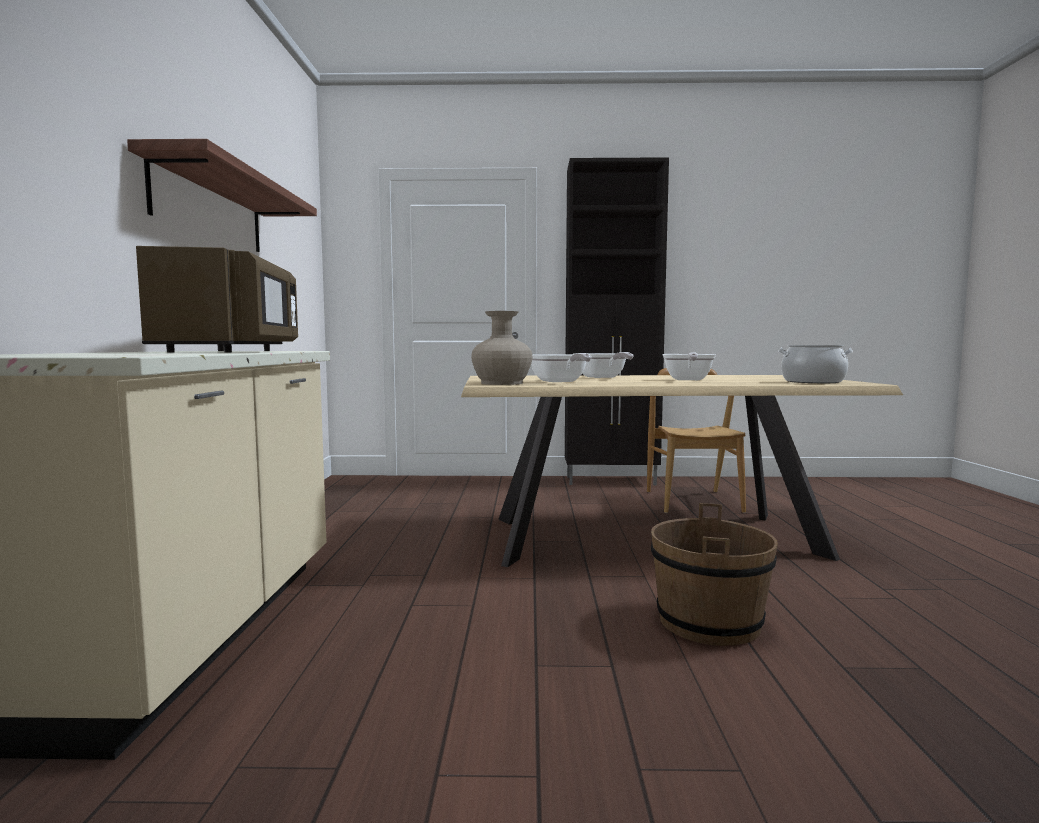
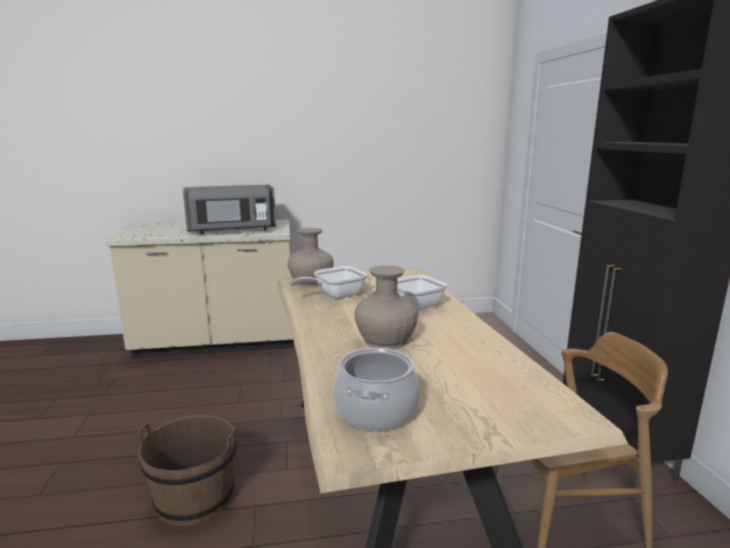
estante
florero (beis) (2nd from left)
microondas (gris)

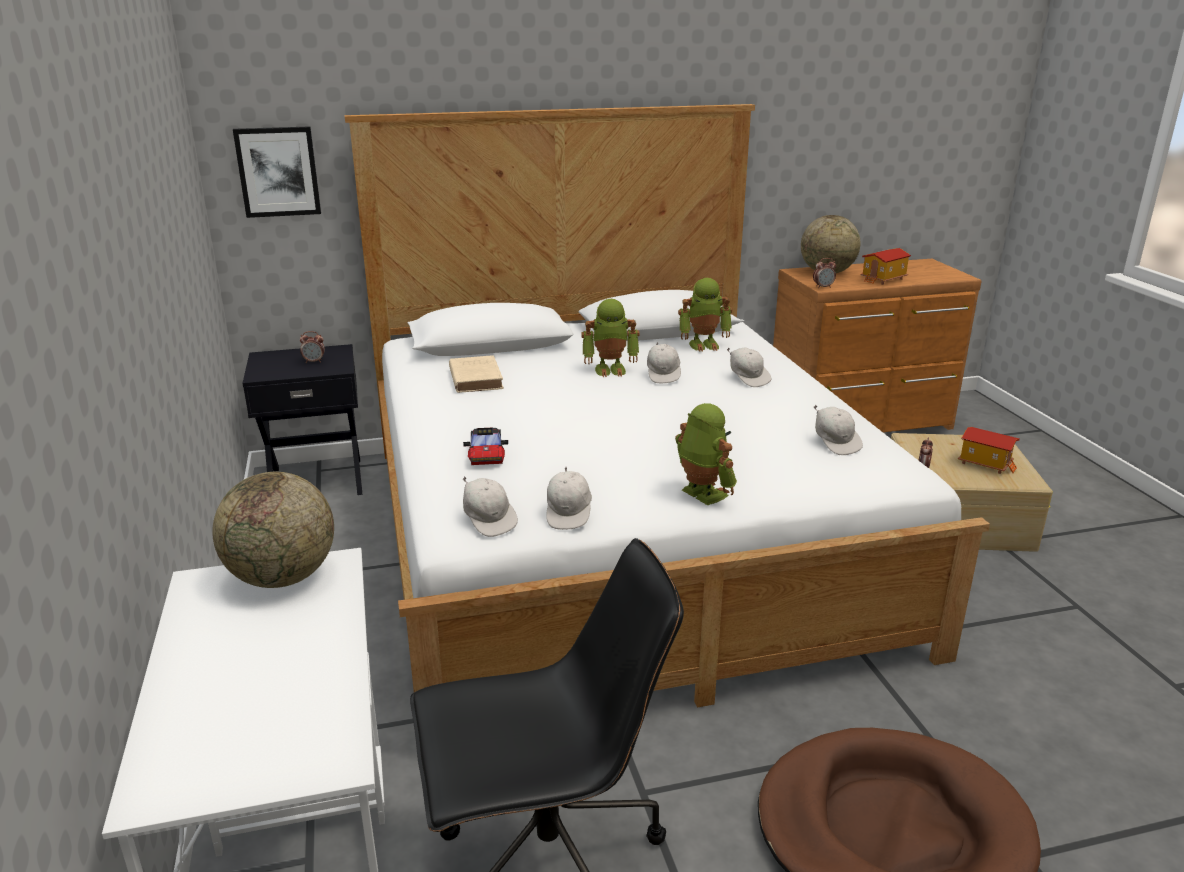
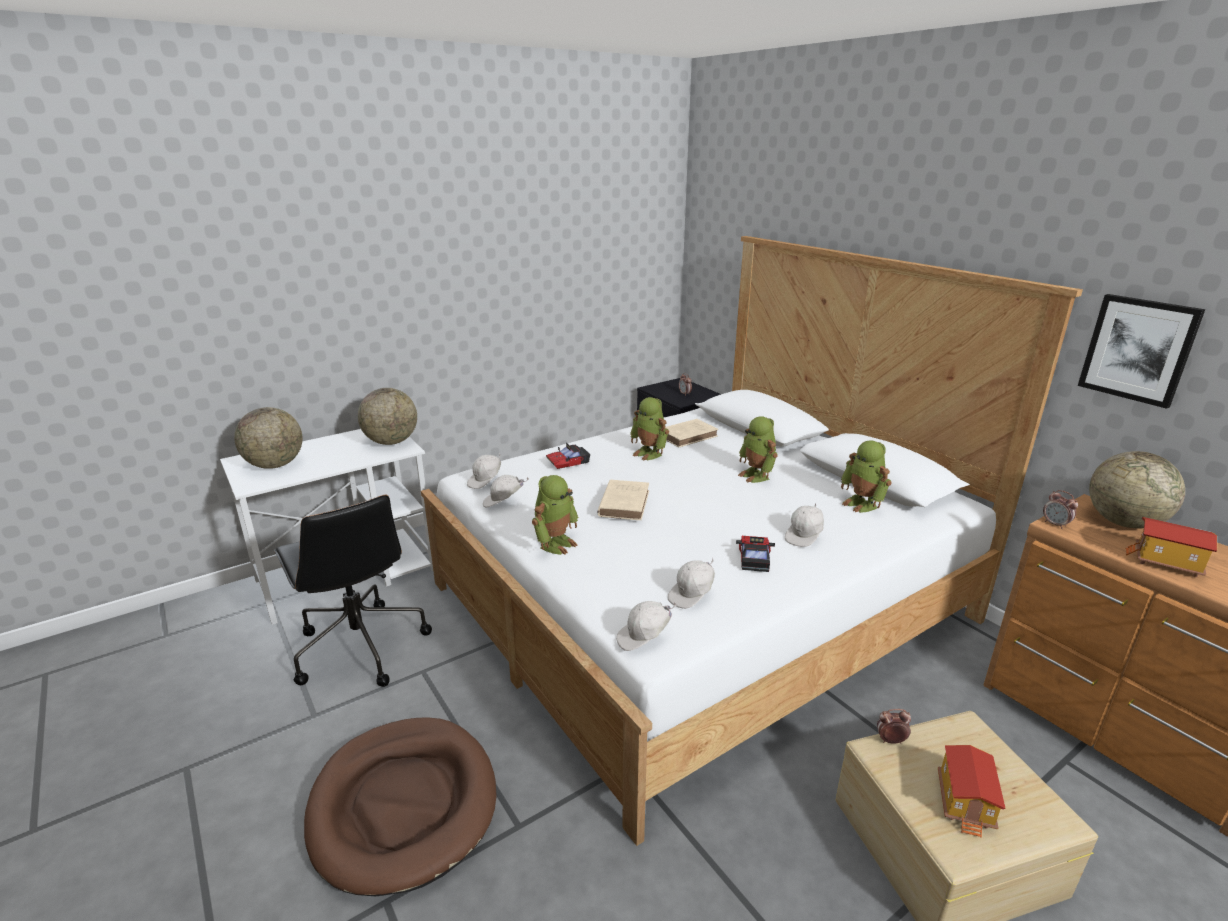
globo terráqueo (1st from left)
libro (beis) (1st from left)
robot de juguete (2nd from left)
coche de juguete (2nd from left)
cuadro
gorra (blanco) (3rd from left)

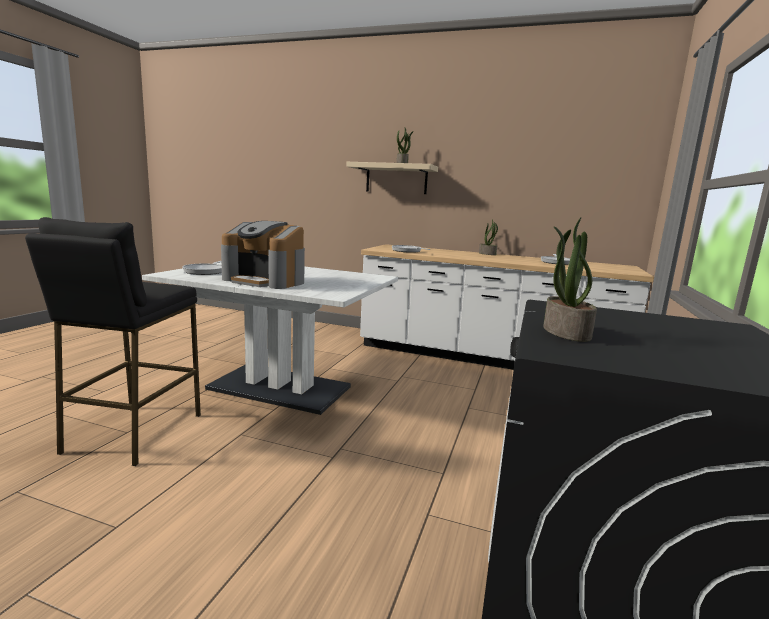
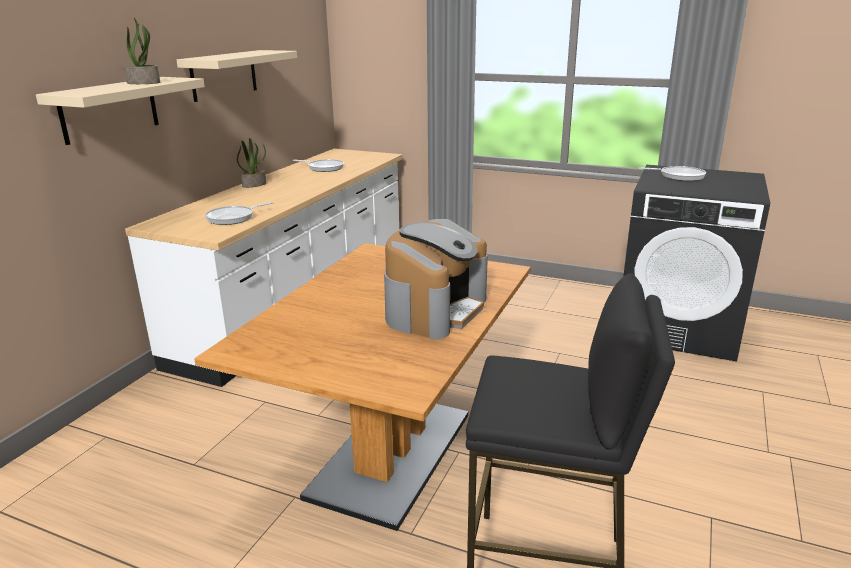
planta en maceta (3rd from left in the first image)
estante (beis) (2nd from left)
sartén (3rd from left)
mesa de comedor (marrón)

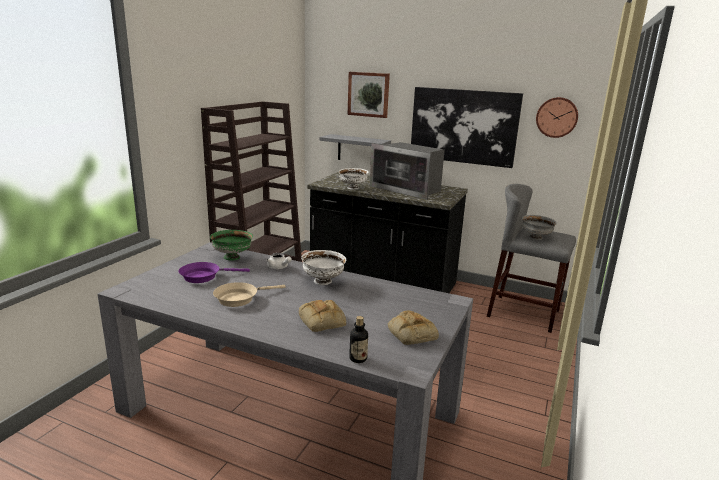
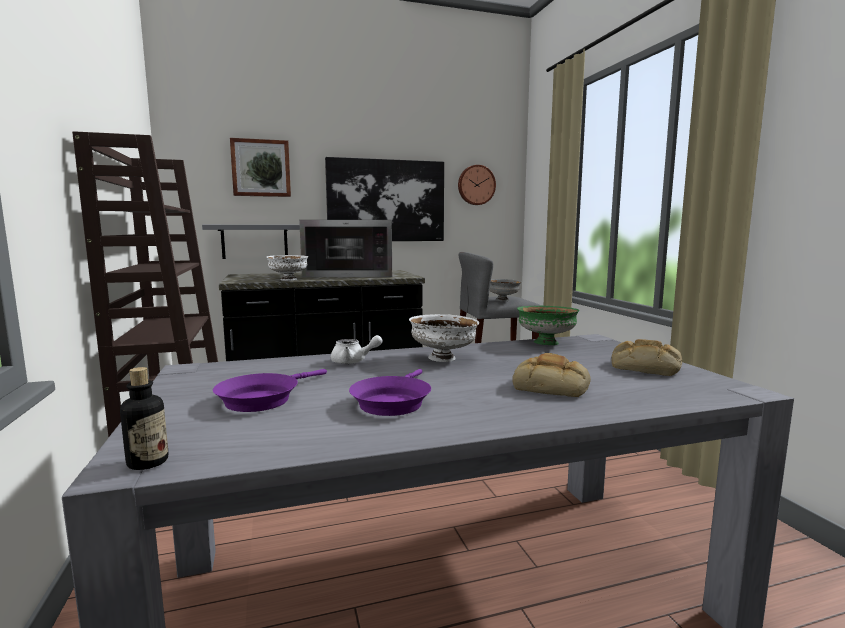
cuenco (verde)
botella
sartén (morado) (2nd from left)

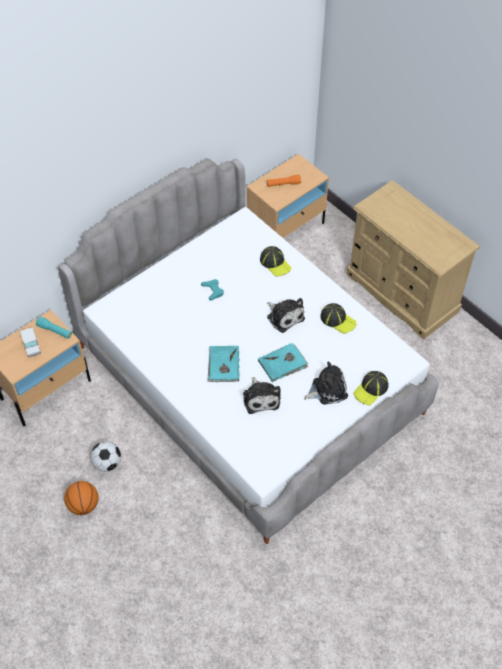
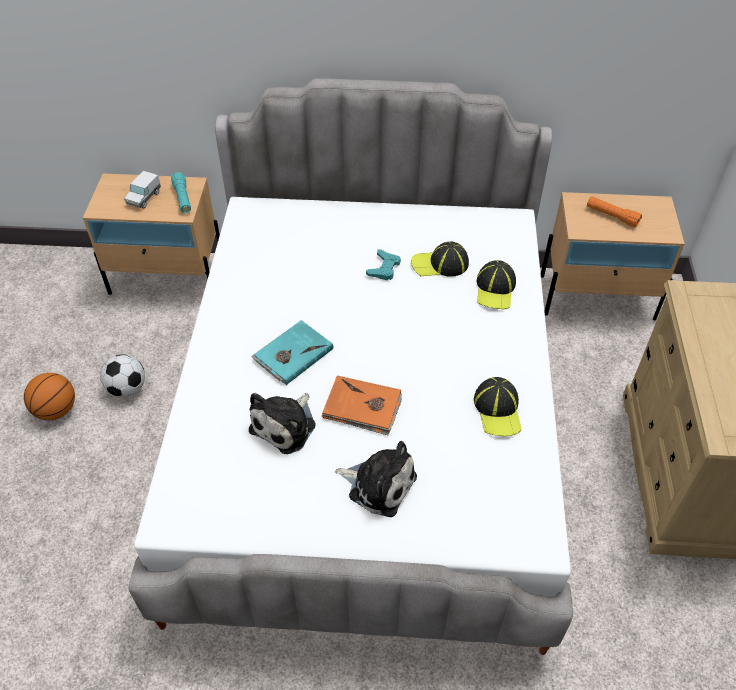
peluche (2nd from left in the first image)
gorra (1st from left)
libro (naranja)

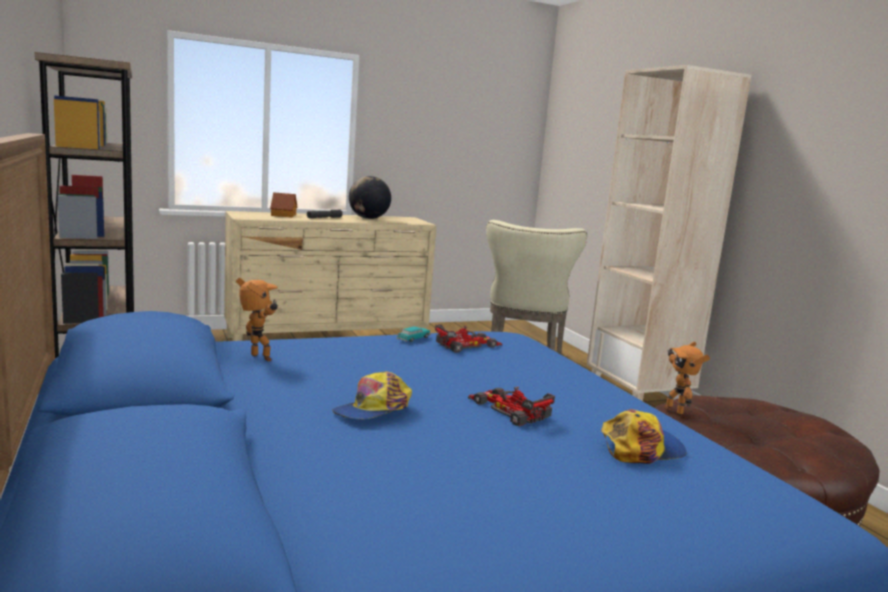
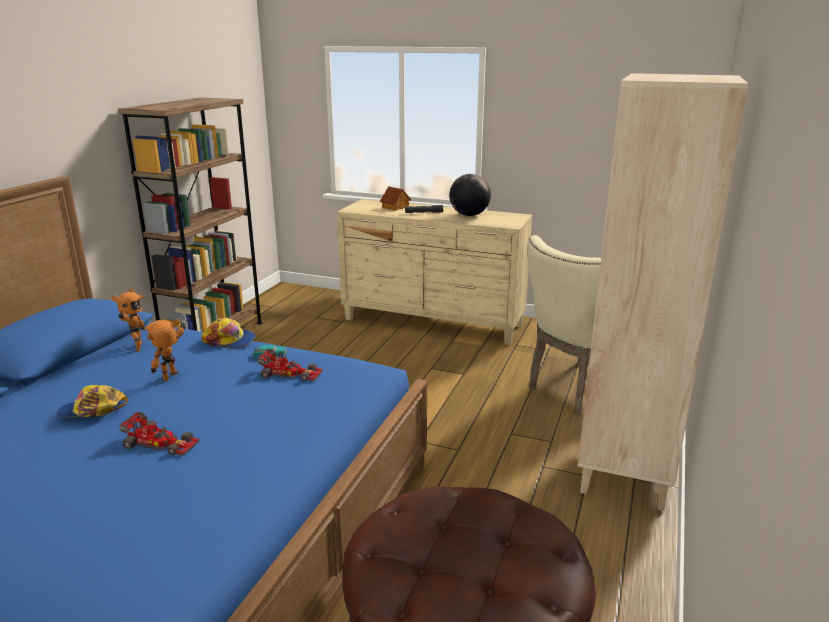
gorra (2nd from left)
robot de juguete (2nd from left)
coche de juguete (1st from left)

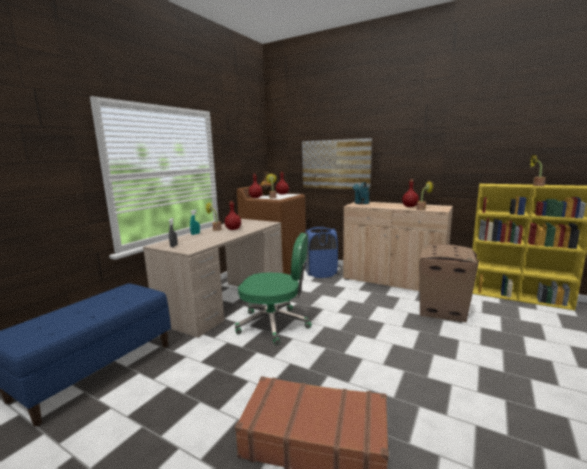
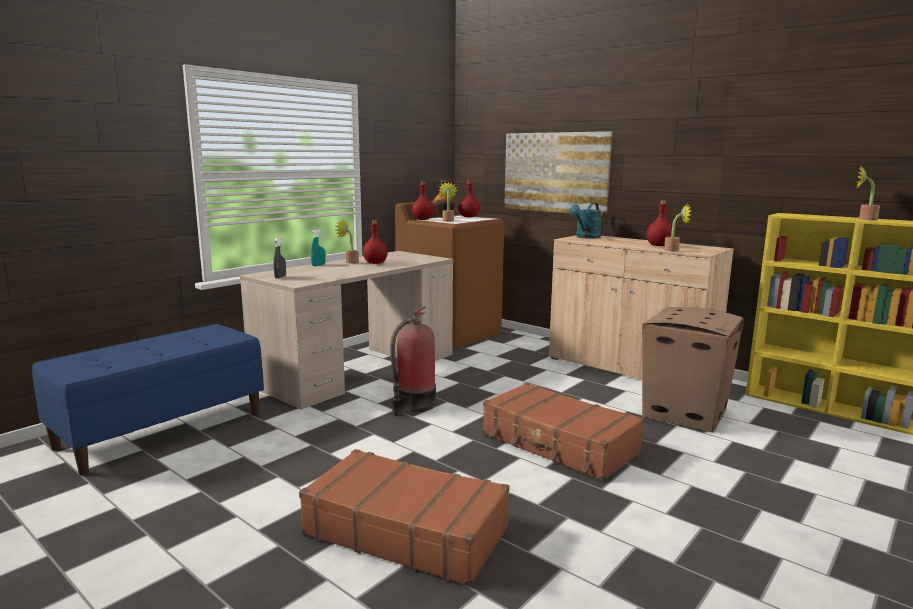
cesto de la ropa (azul)
maleta (marrón) (2nd from left)
extintor

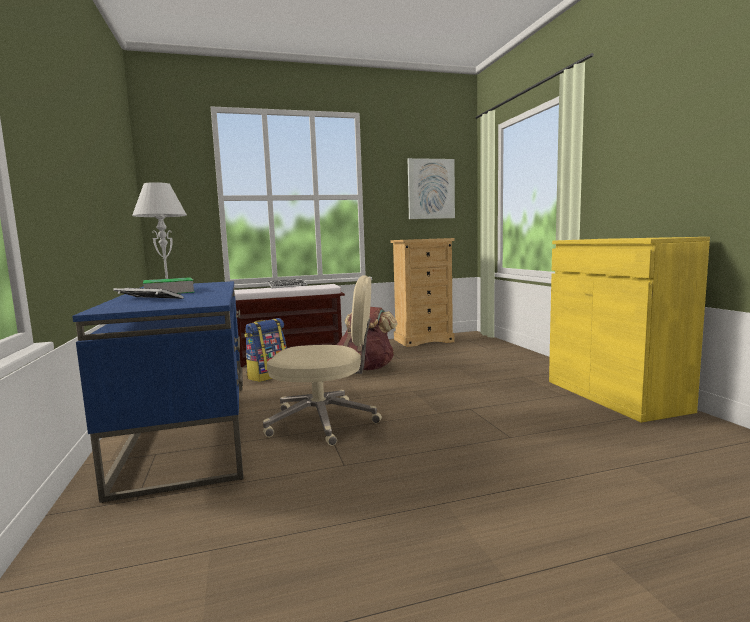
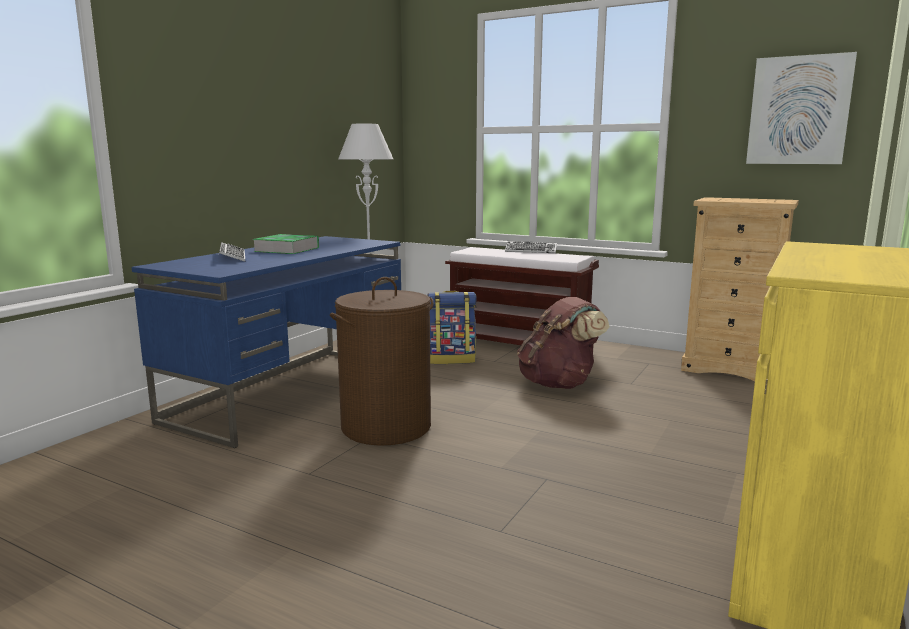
cesto de la ropa (marrón)

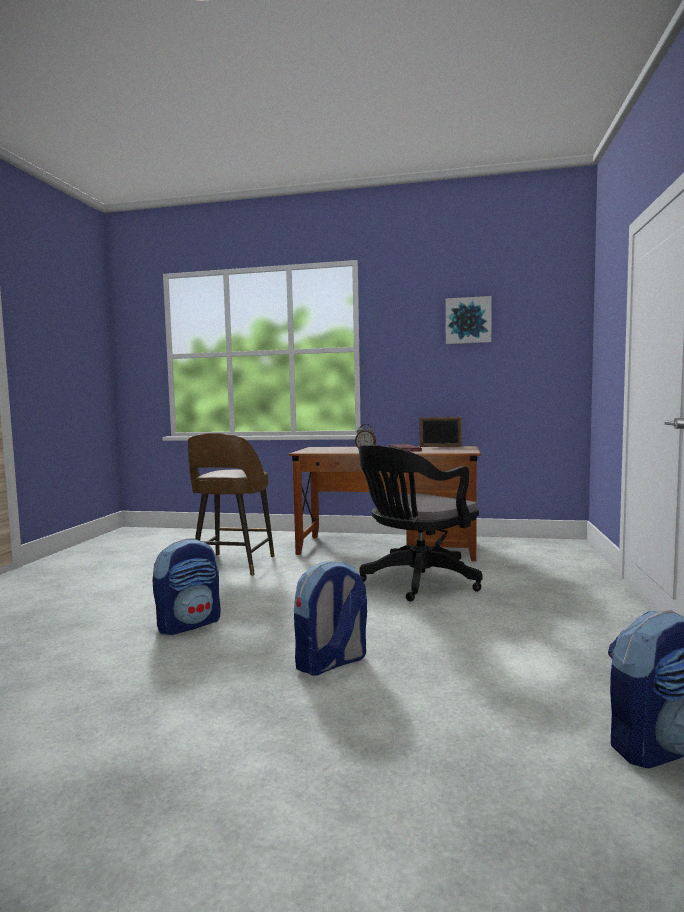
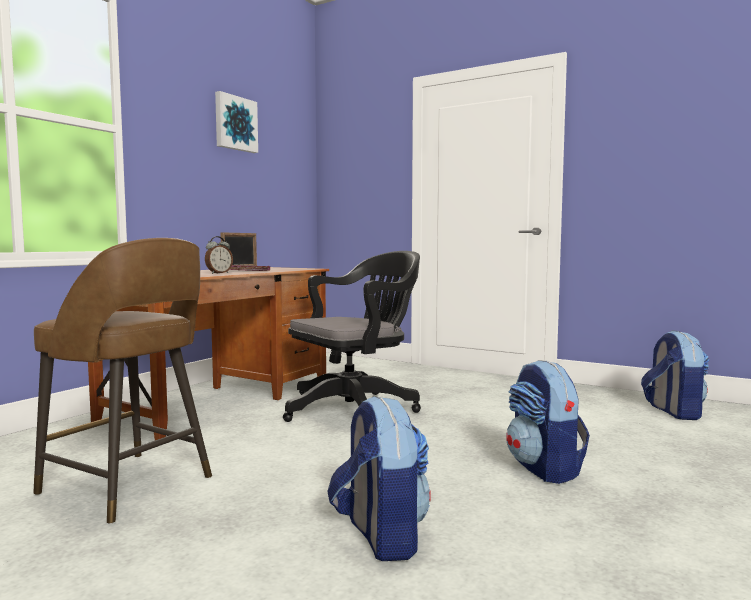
silla de oficina (negro)

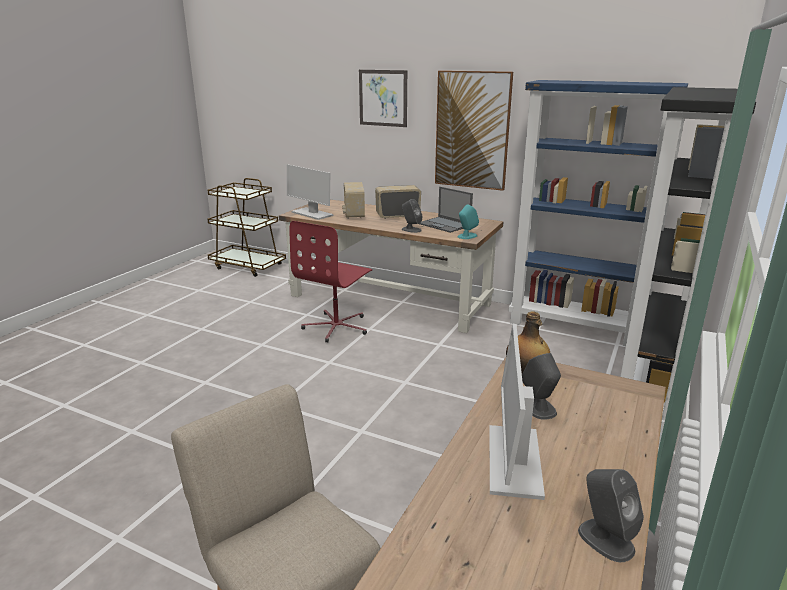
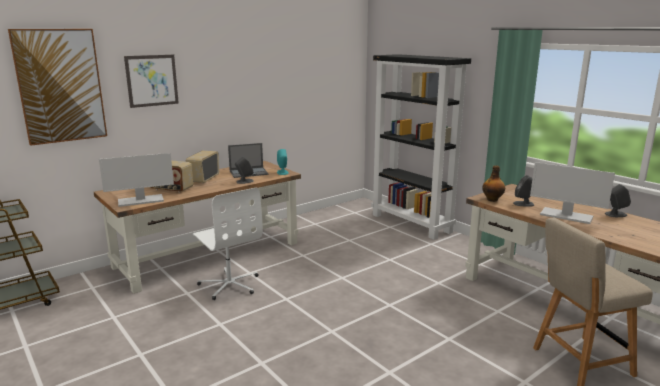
estantería (azul)
cuadro (1st from left)
silla de oficina (blanco)

